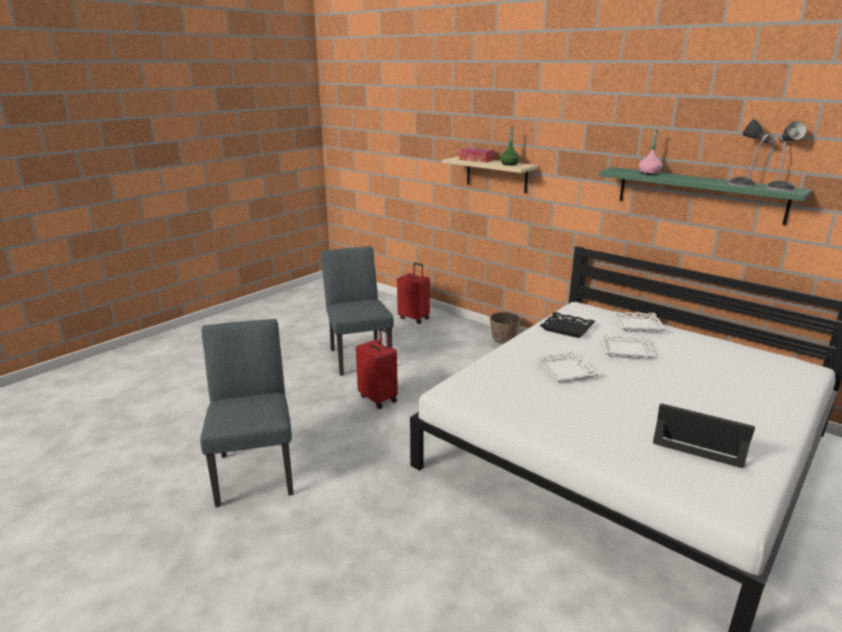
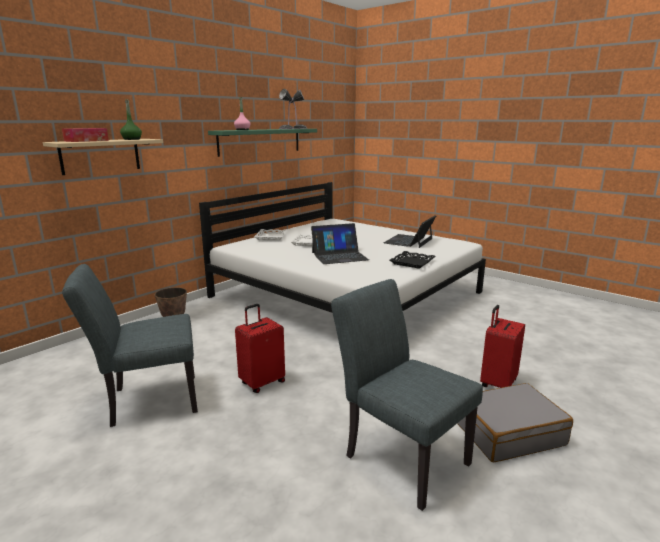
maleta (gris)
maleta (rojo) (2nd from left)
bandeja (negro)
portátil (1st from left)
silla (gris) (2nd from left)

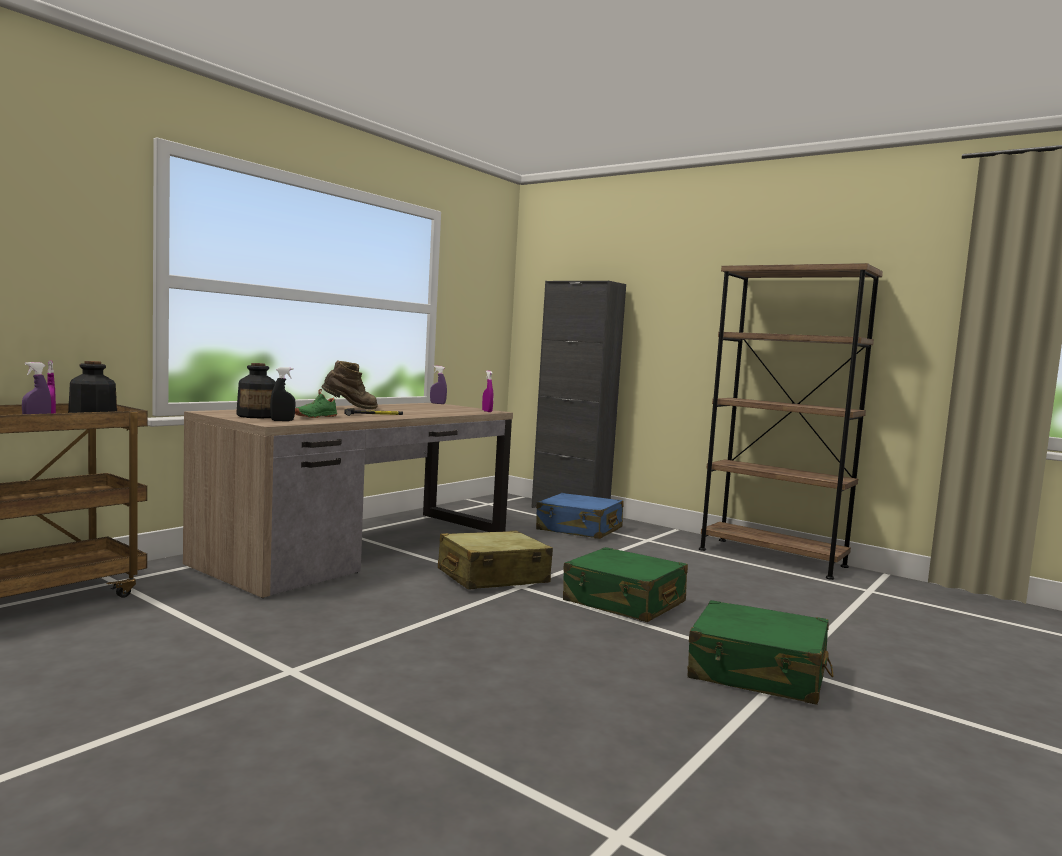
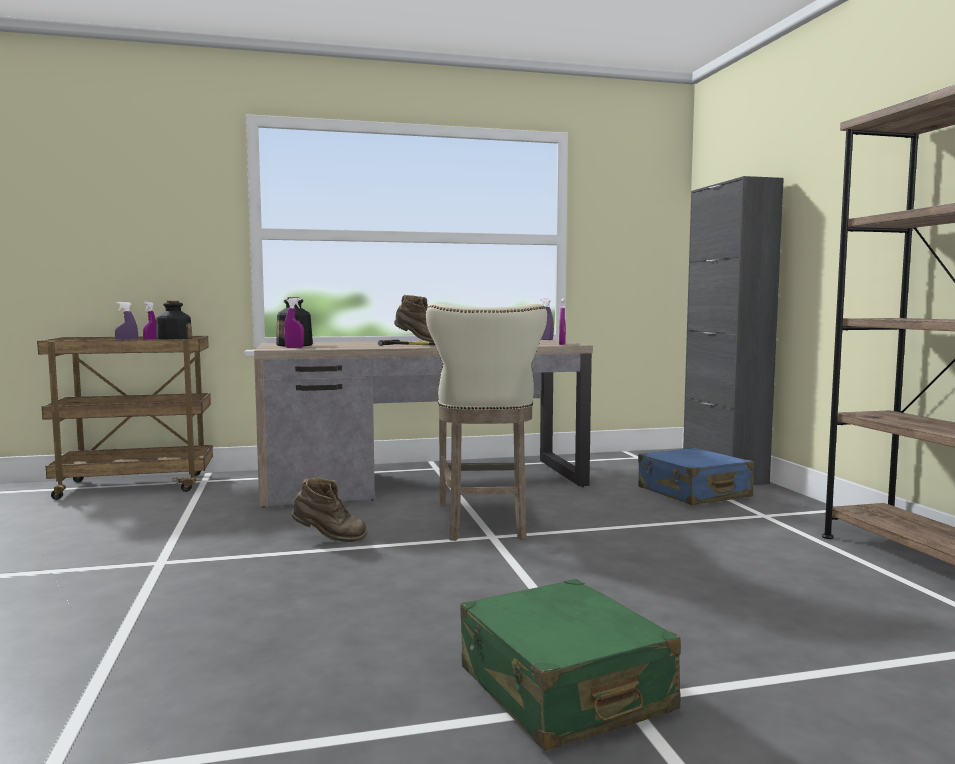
zapato (verde)
maleta (verde) (1st from left in the first image)
bota (marrón) (1st from left)
taburete (beis)
pulverizador (morado) (3rd from left)

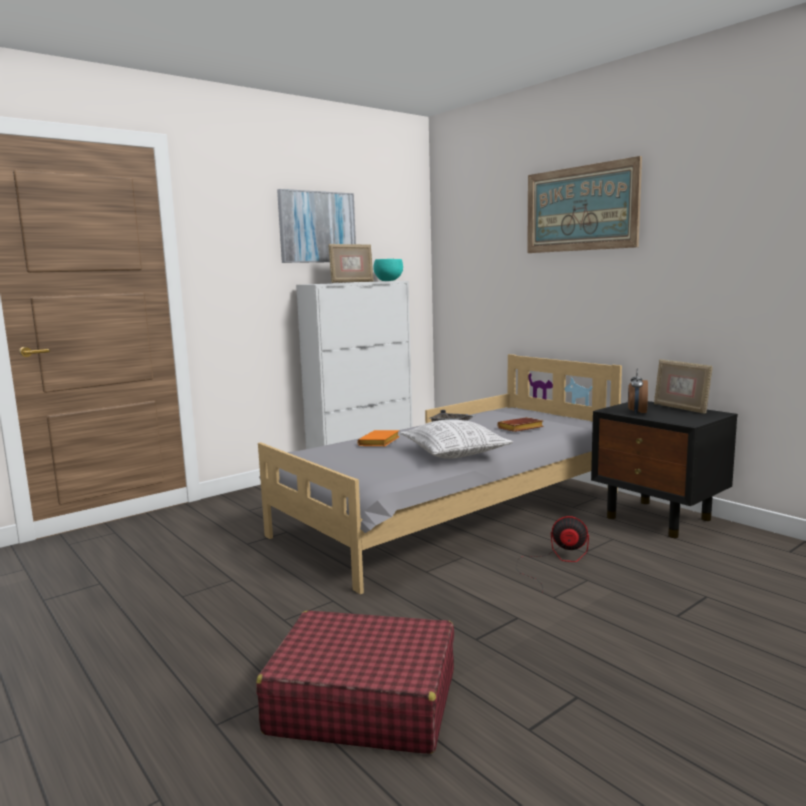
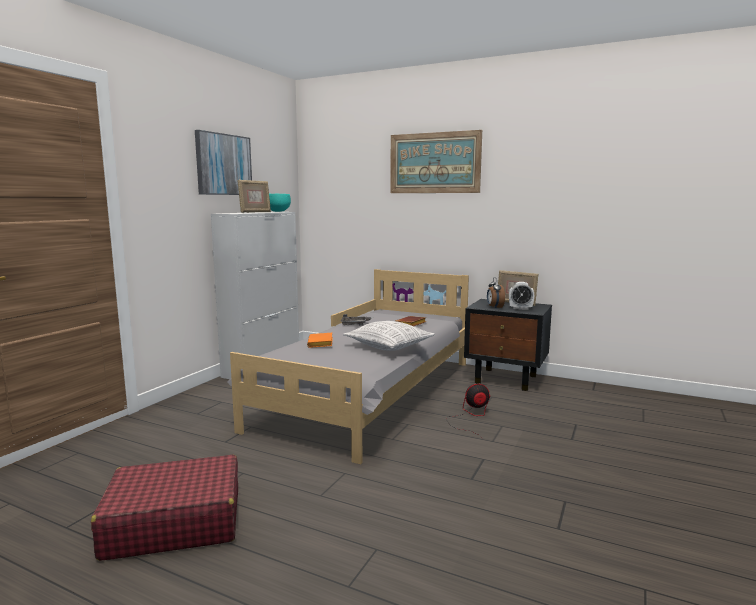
despertador (2nd from left)
maleta (rojo)

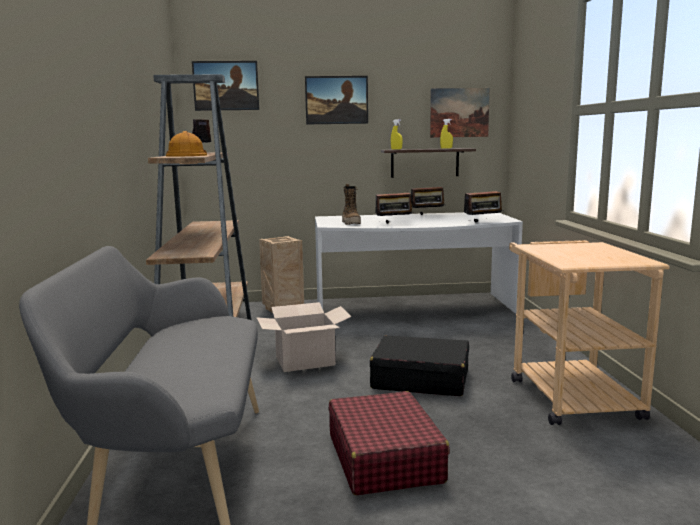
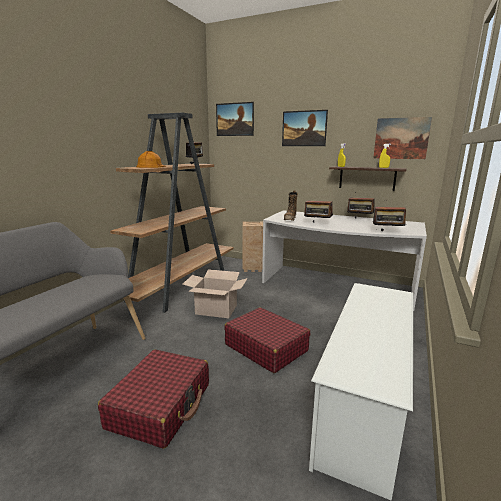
zapatero (blanco)
maleta (rojo) (2nd from left)

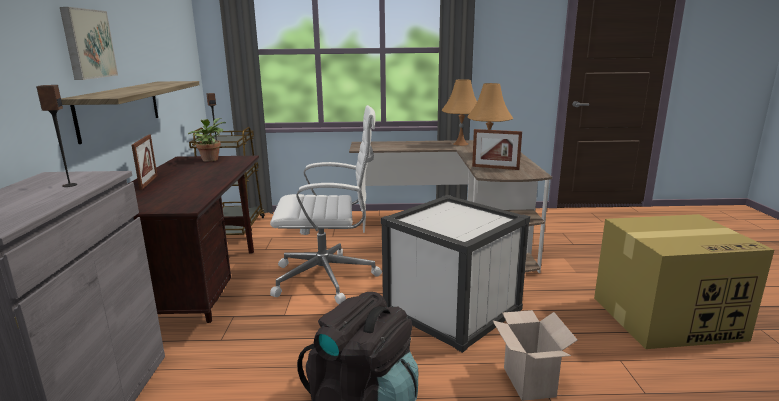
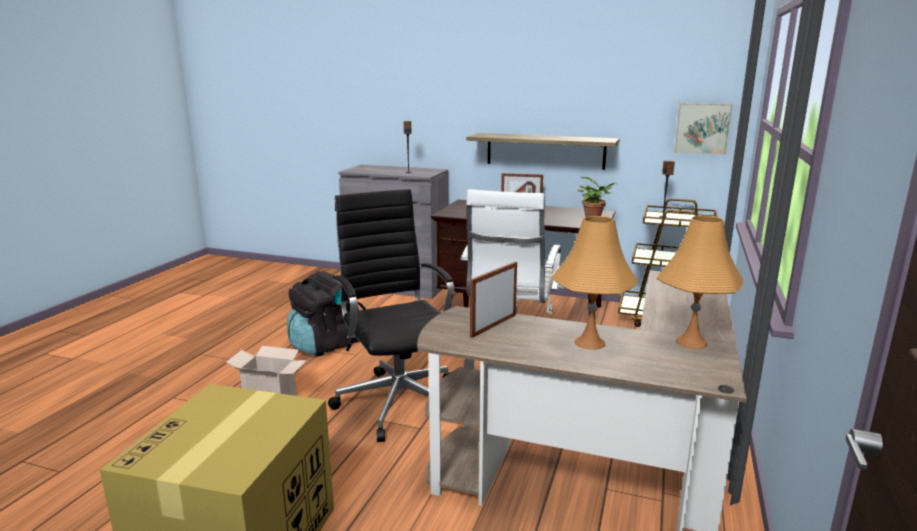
cuadro
silla de oficina (negro)

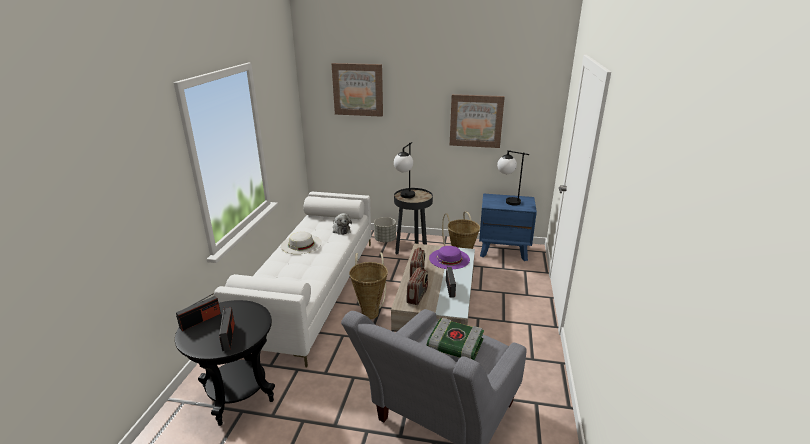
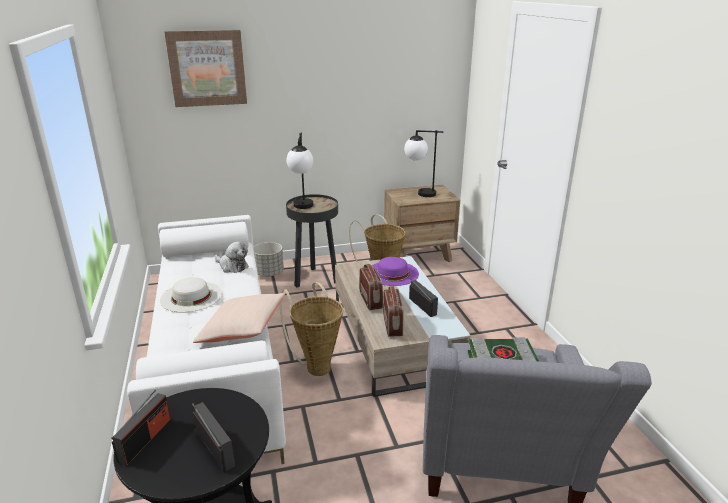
cuadro (2nd from left in the first image)
cojín (beis)
mesita de noche (marrón)

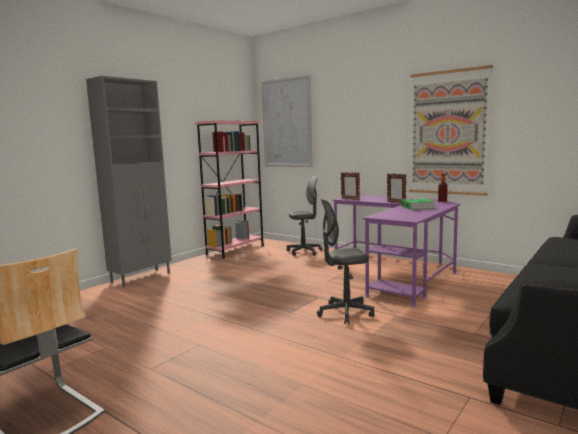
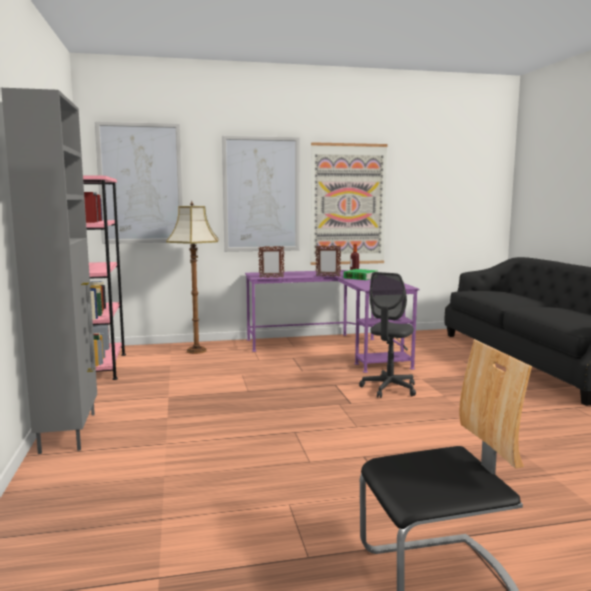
cuadro (2nd from left)
lámpara de pie

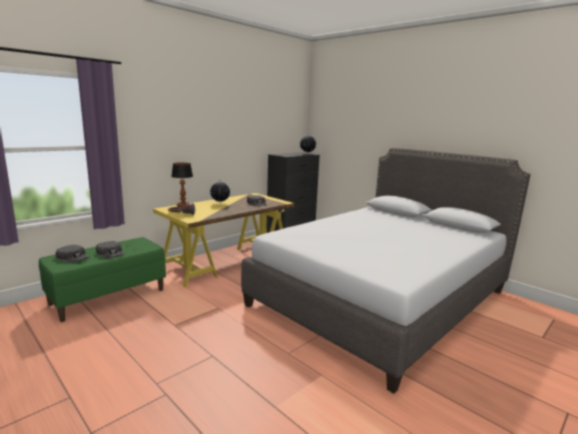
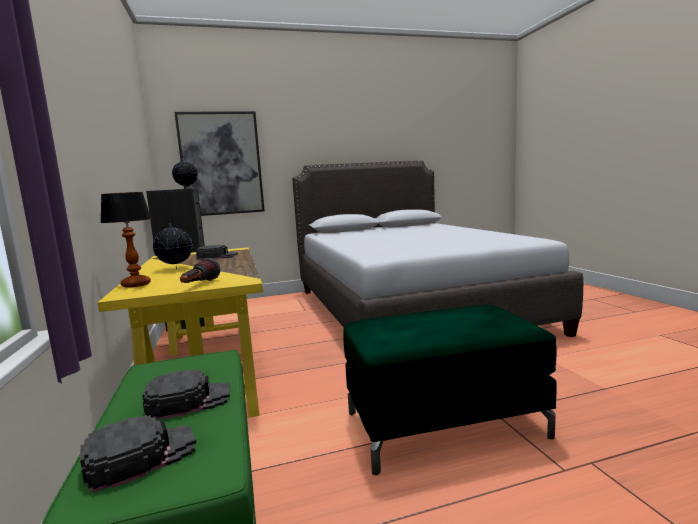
cuadro
puf (verde)

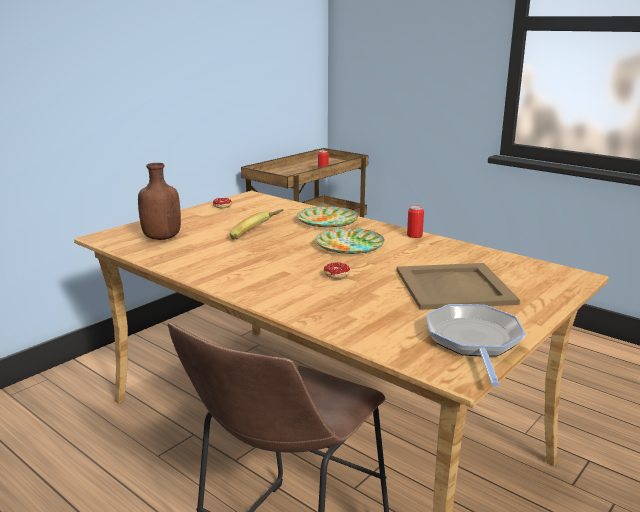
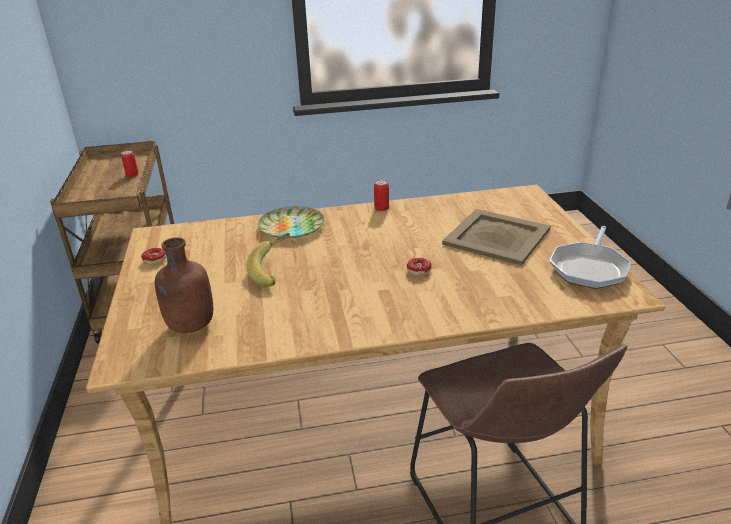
plato (2nd from left in the first image)
sartén

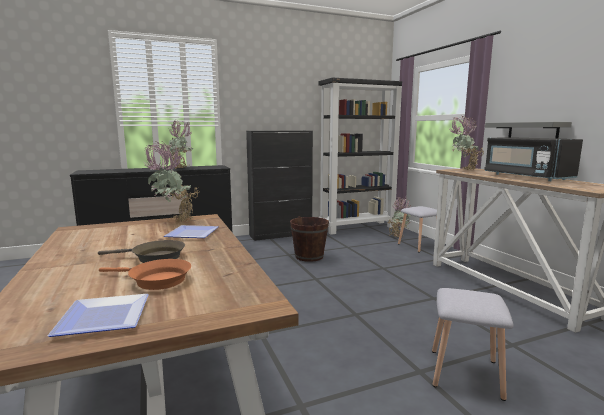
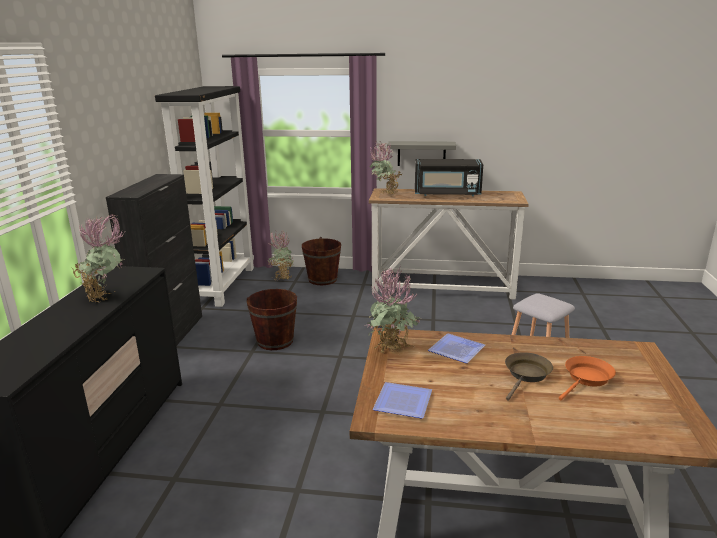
plato (1st from left)
cubo (marrón) (2nd from left)

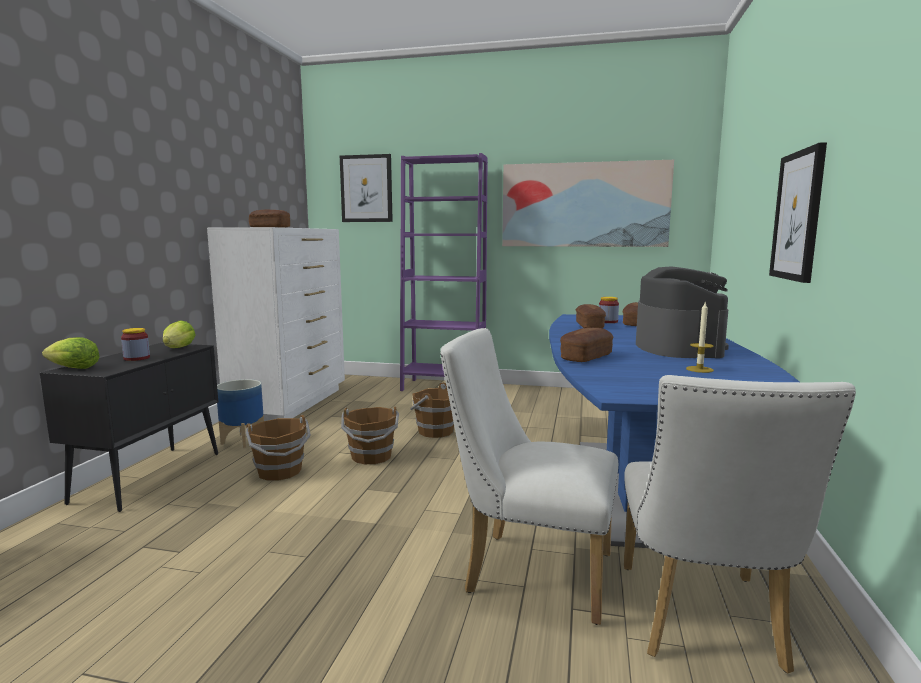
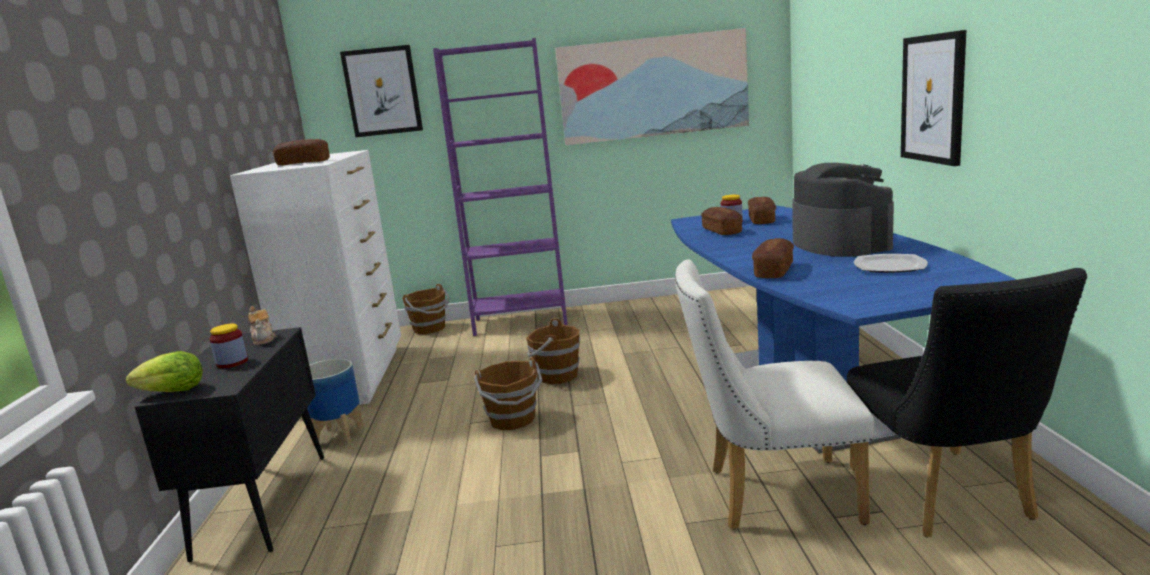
cubo (marrón) (1st from left)
tetera
plato
silla (negro)

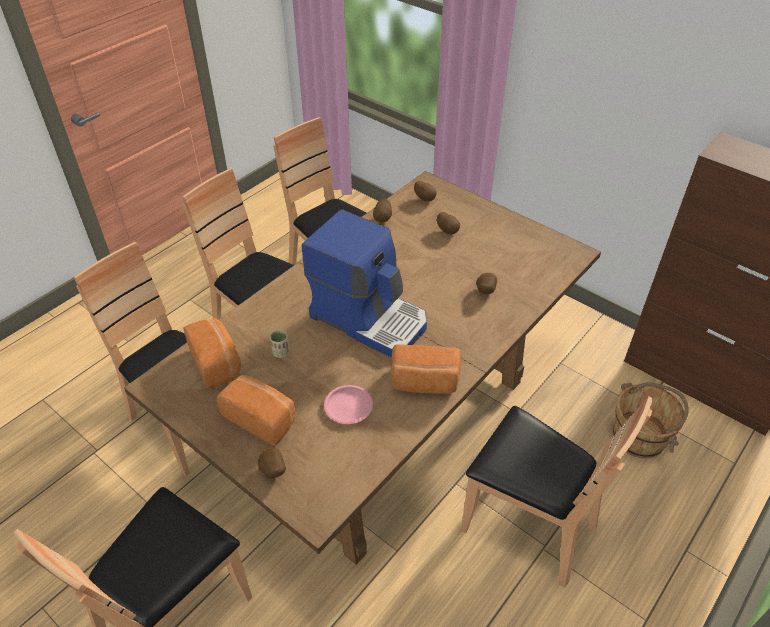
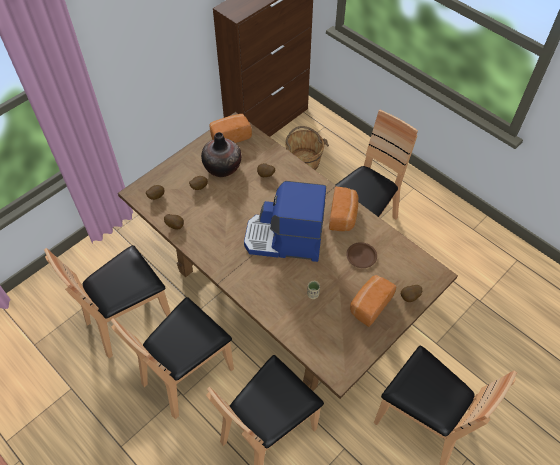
florero
pan (1st from left)
plato (marrón)
cafetera

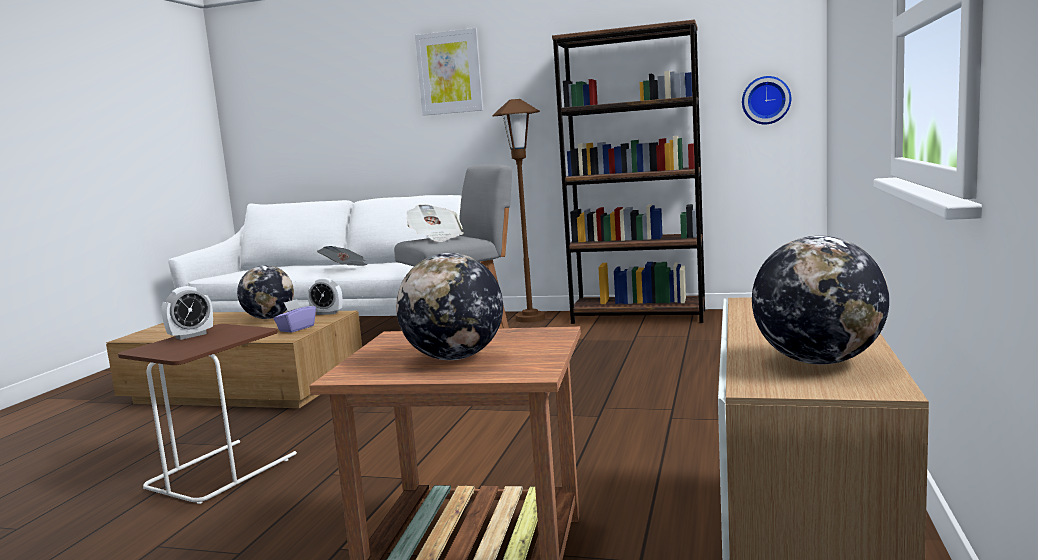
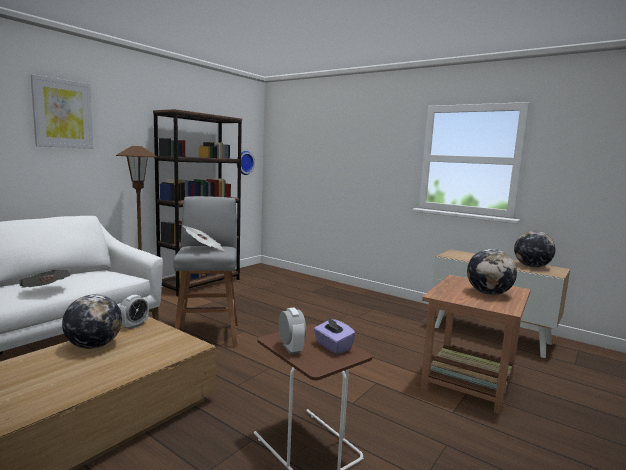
caja de pañuelos (morado)

